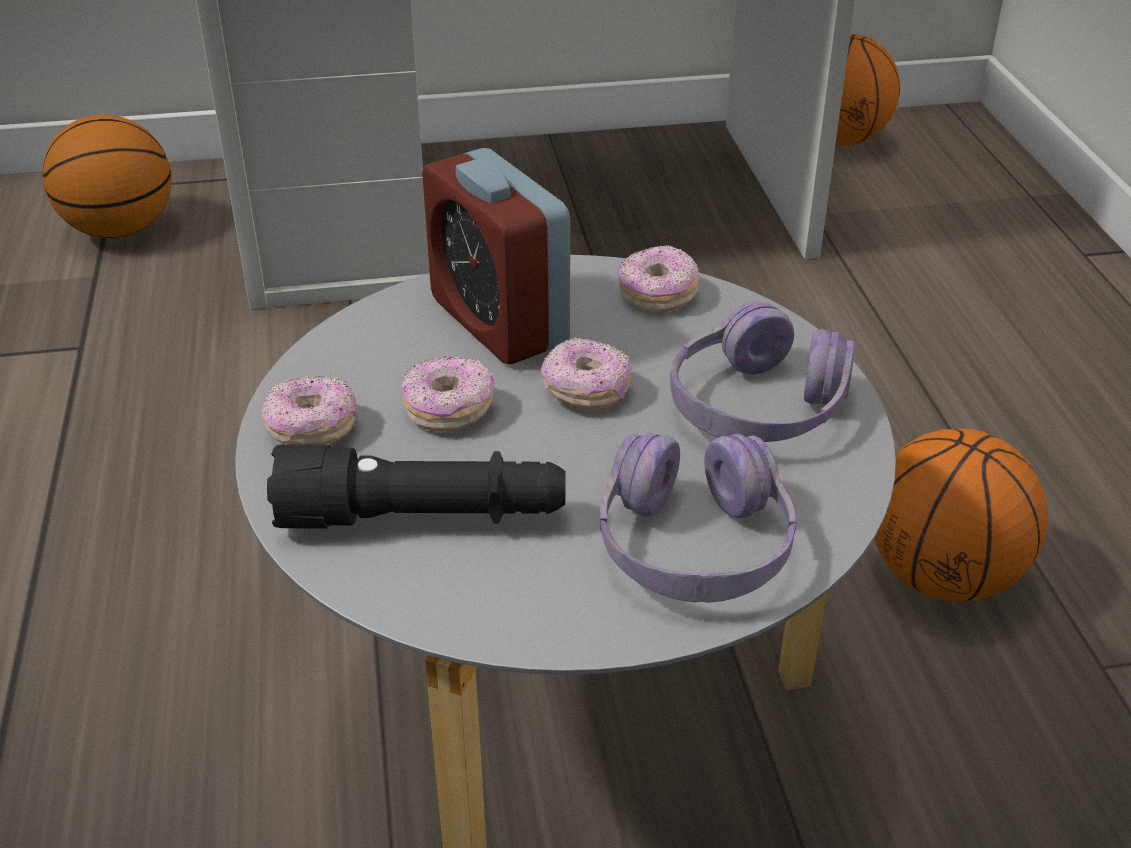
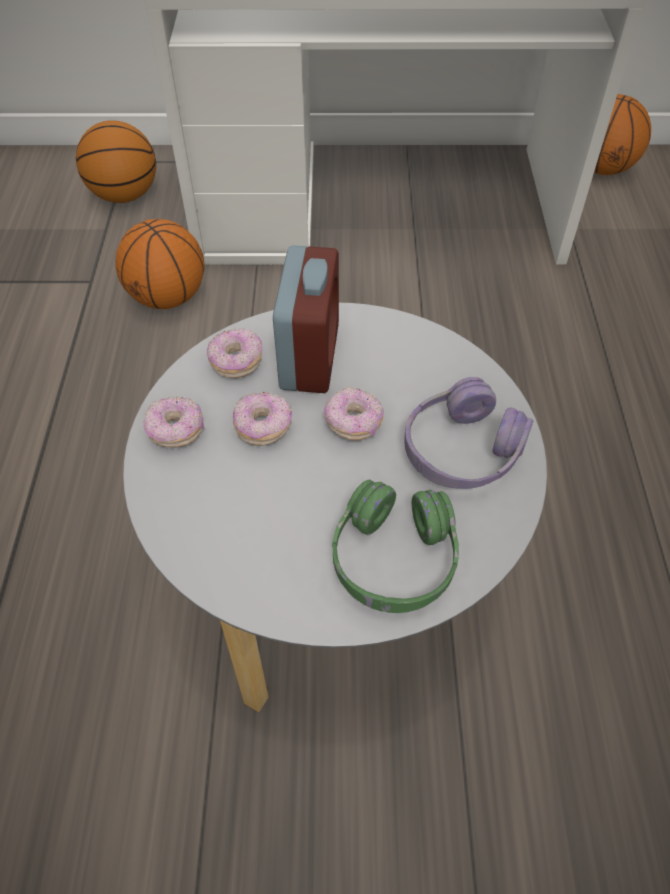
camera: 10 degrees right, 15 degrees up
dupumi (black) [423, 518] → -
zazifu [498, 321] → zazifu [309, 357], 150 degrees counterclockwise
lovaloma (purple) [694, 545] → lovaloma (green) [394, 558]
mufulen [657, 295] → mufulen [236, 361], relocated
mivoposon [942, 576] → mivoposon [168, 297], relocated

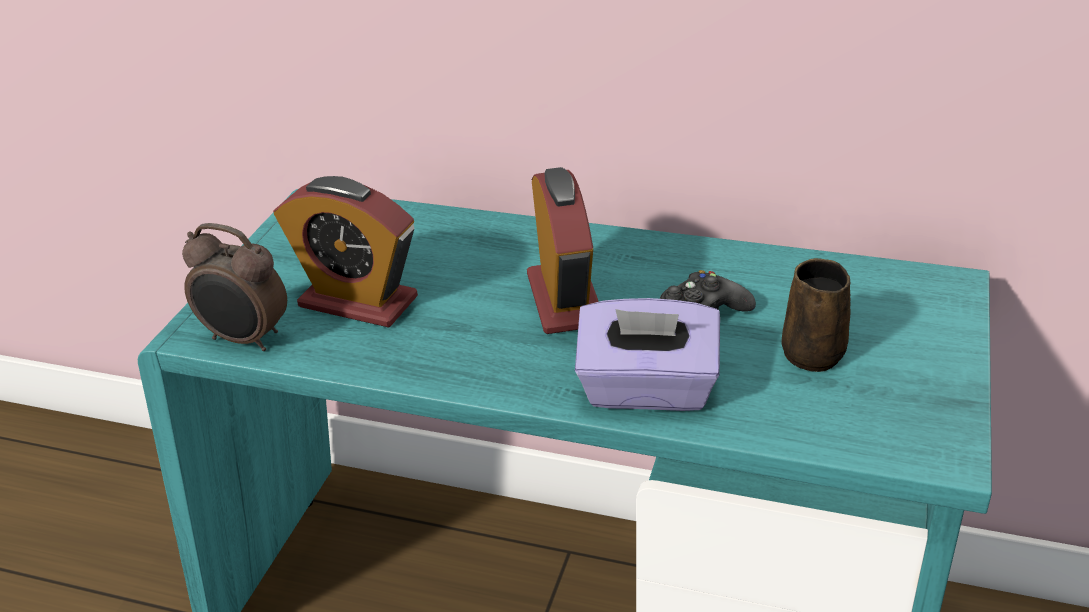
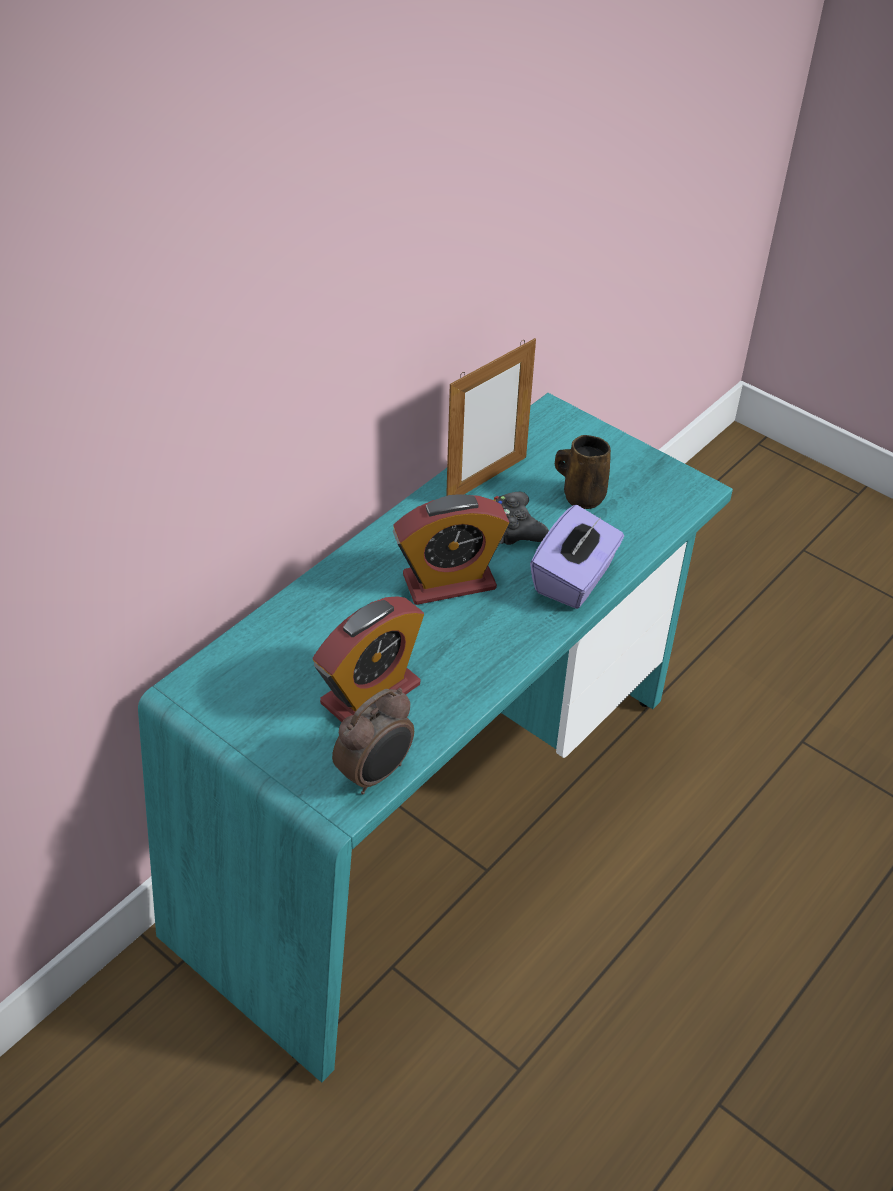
camera: 70 degrees left, 10 degrees up
zazifu [564, 300] → zazifu [449, 582], 150 degrees clockwise
- → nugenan [486, 479]

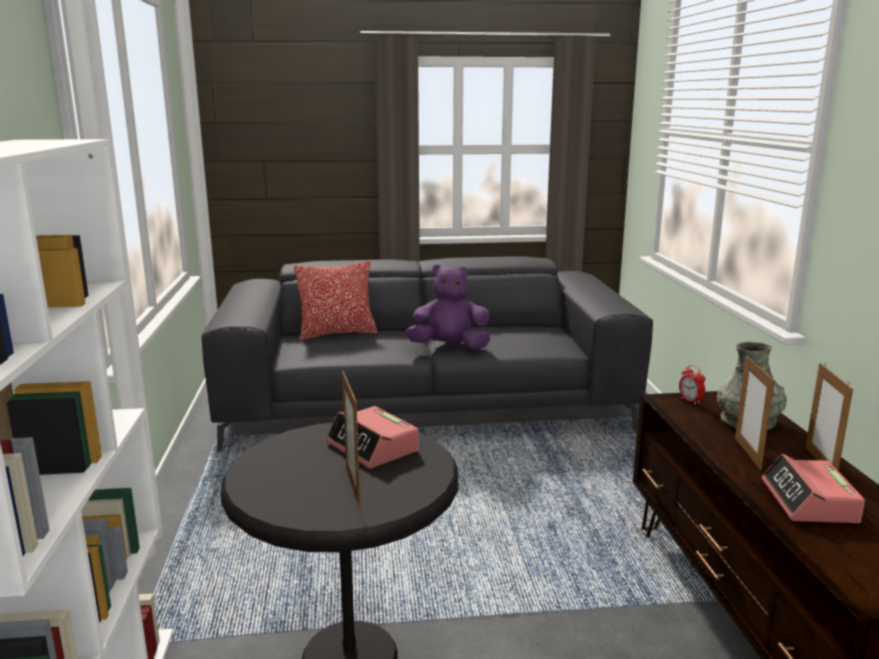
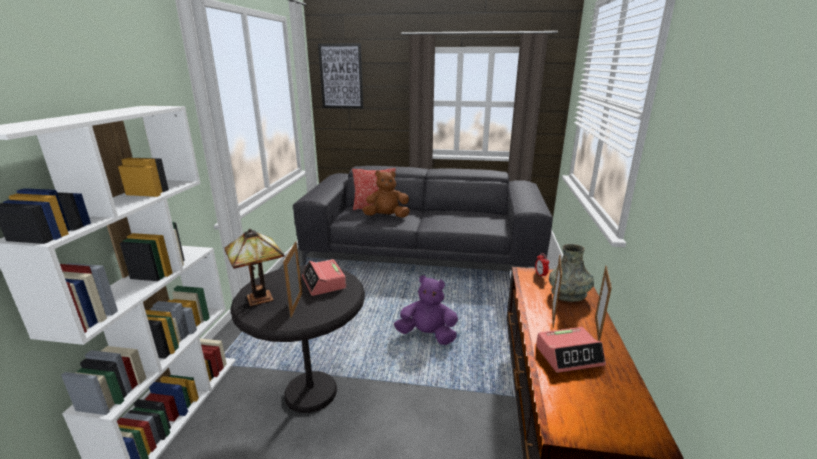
camera: 15 degrees right, 5 degrees up
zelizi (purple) [449, 347] → zelizi (purple) [427, 335], relocated
zazifu [809, 502] → zazifu [569, 355], 120 degrees counterclockwise
- → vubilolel [261, 297]
- → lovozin [341, 76]
- → zelizi (brown) [387, 216]

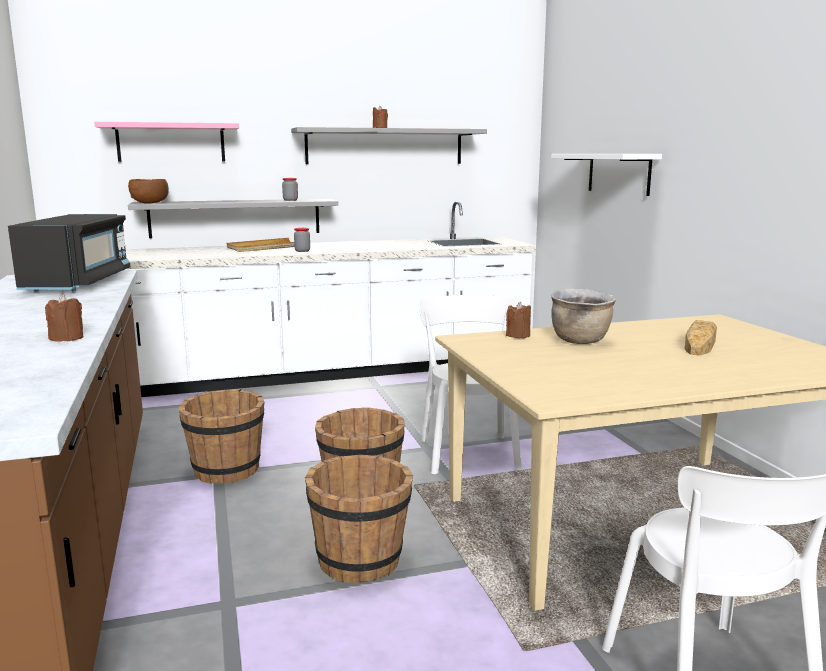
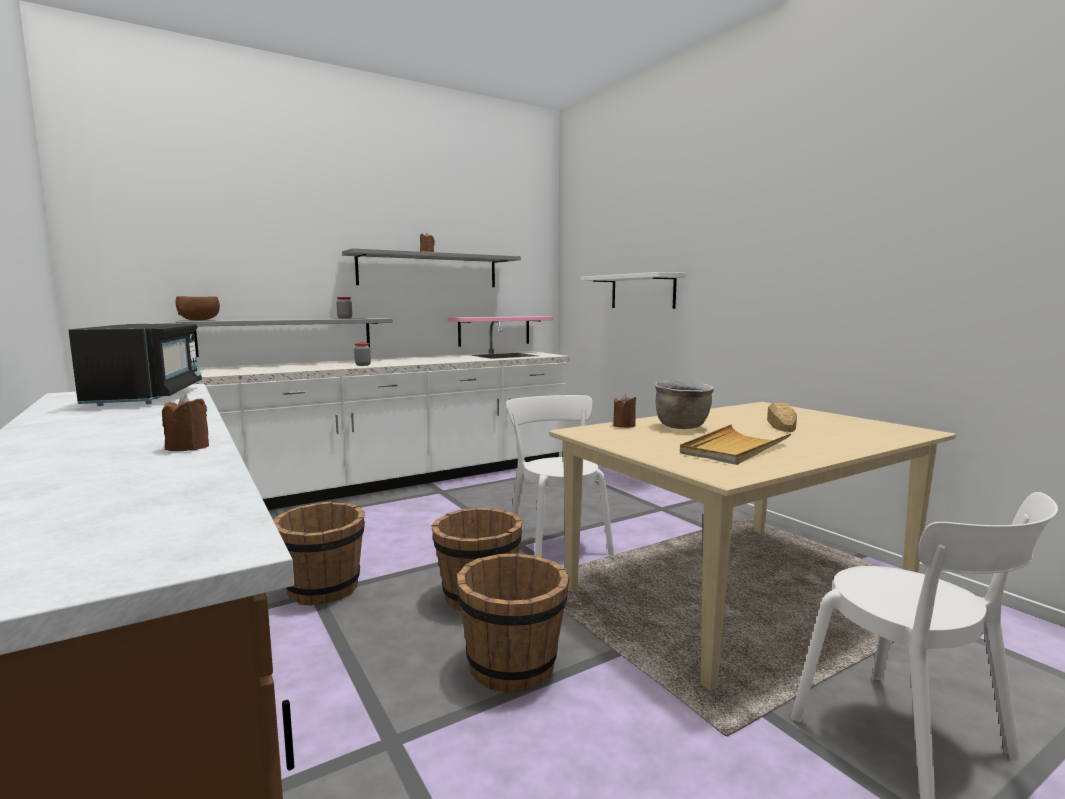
camera: 15 degrees left, 5 degrees down
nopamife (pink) [171, 142] → nopamife (pink) [494, 330], relocated
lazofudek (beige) [264, 248] → lazofudek (beige) [734, 449], relocated

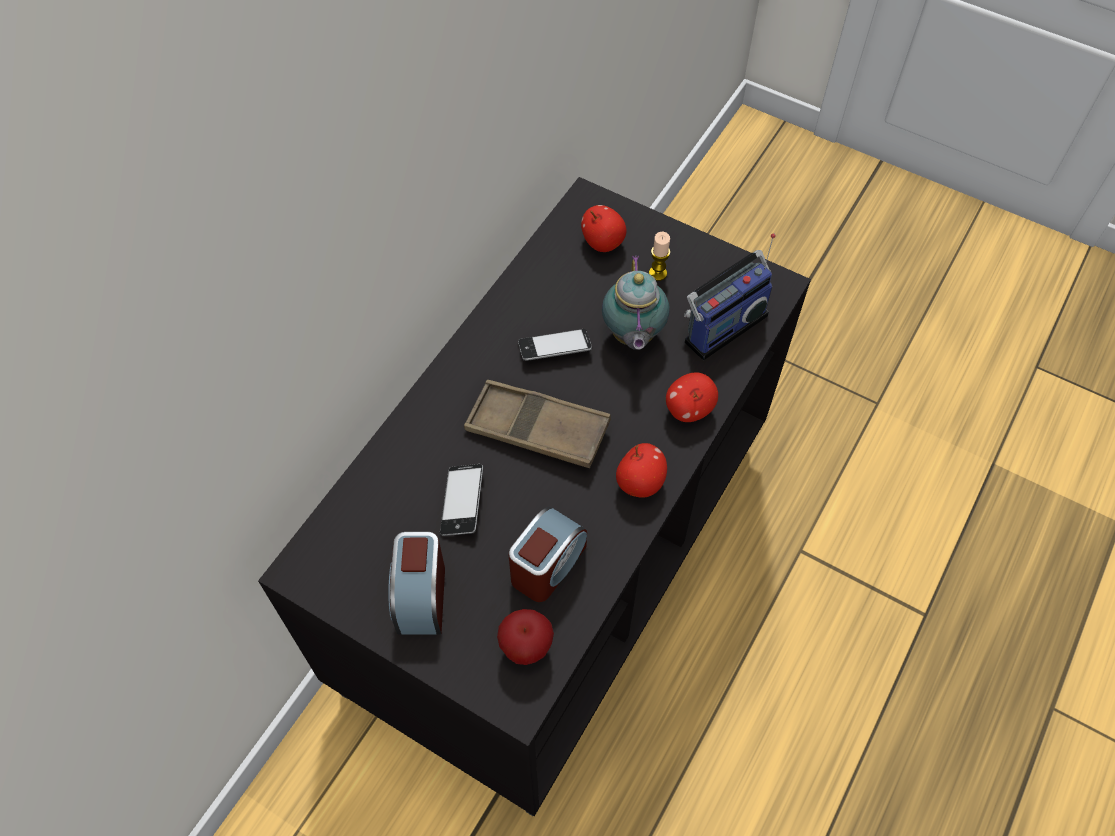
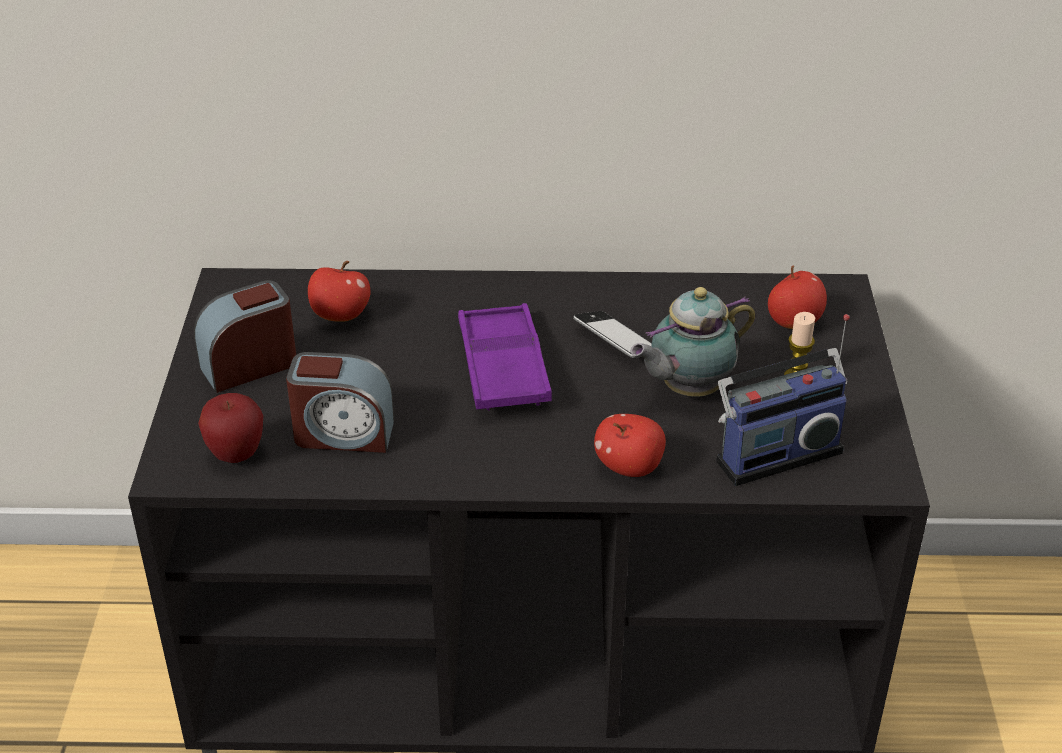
camera: 60 degrees right, 20 degrees down
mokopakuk [462, 502] → -
lazofudek (brown) [537, 429] → lazofudek (purple) [503, 366]
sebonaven [640, 482] → sebonaven [340, 316], relocated
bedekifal [722, 325] → bedekifal [775, 453], 45 degrees counterclockwise

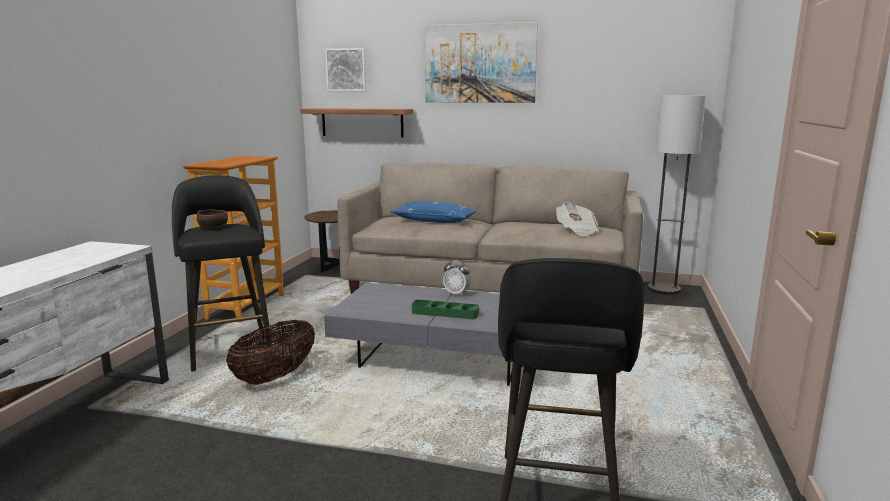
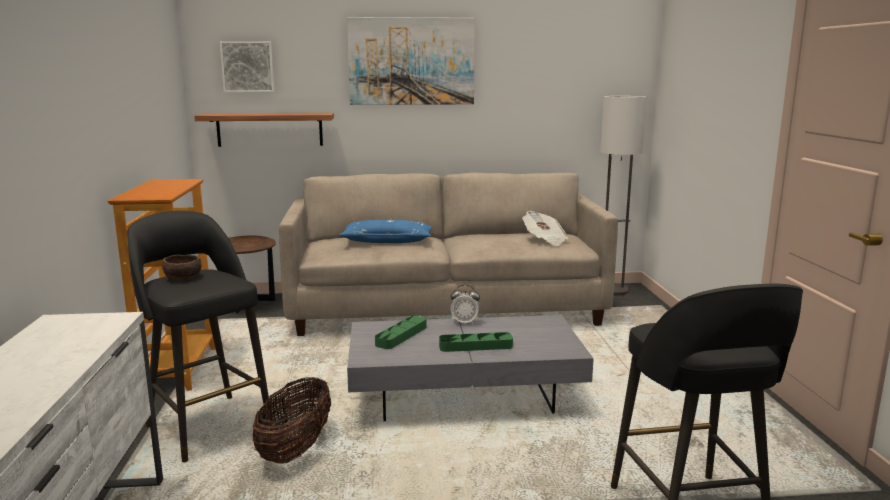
camera: 20 degrees left, 0 degrees up
- → lazofudek (green) [401, 336]

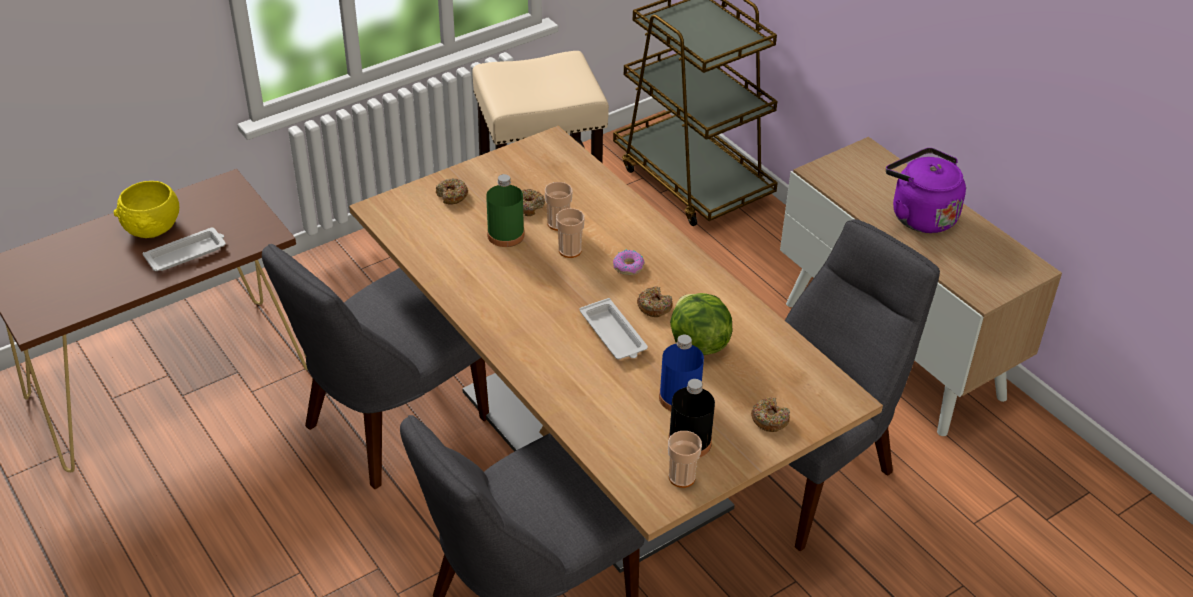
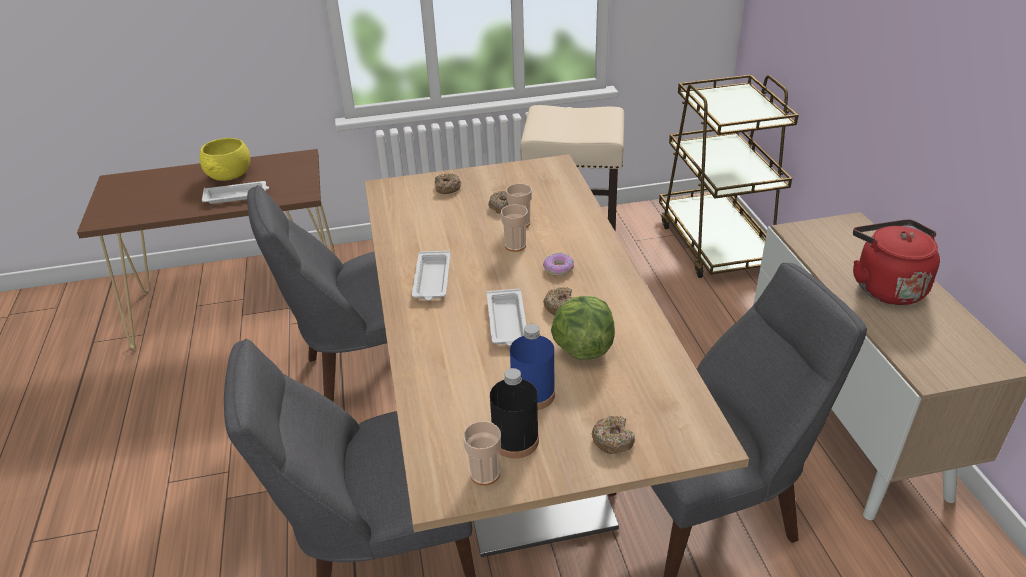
camera: 25 degrees right, 5 degrees down
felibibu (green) [505, 235] → -
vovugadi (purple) [919, 215] → vovugadi (red) [885, 286]
- → lazofudek (white) [432, 280]

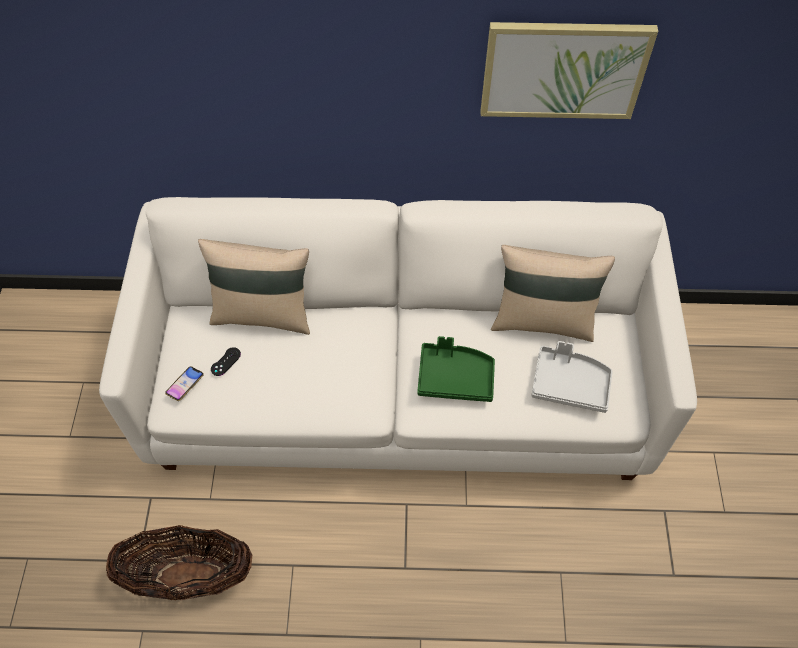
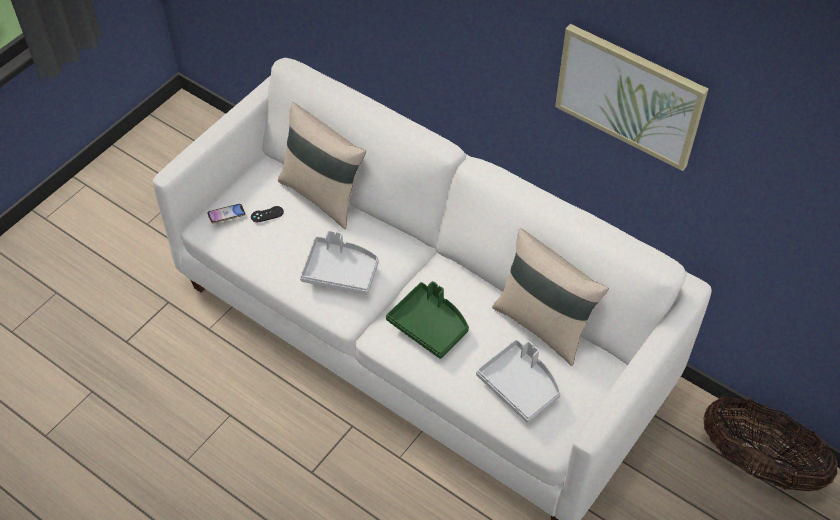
camera: 35 degrees right, 5 degrees down
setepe [189, 576] → setepe [758, 463], relocated
- → lazofudek (grey) [341, 271]

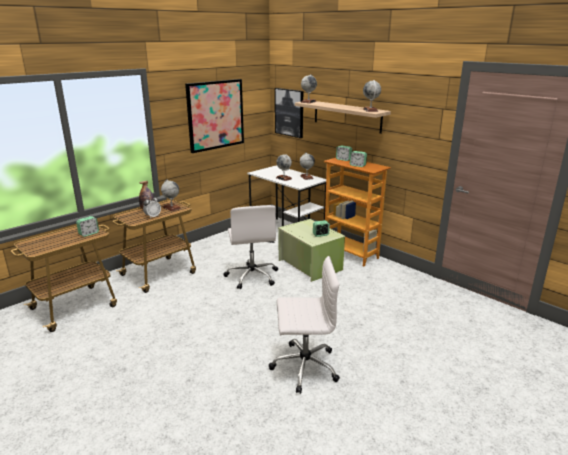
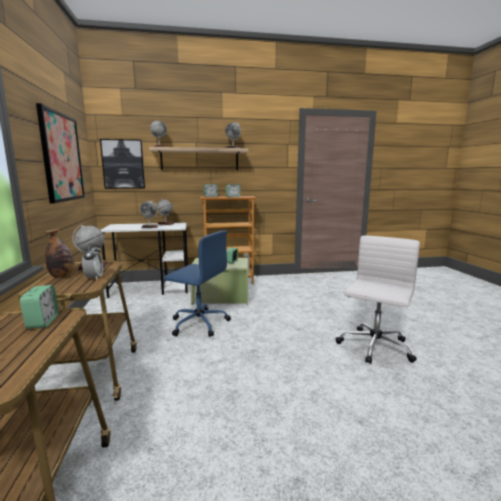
camera: 55 degrees left, 10 degrees down
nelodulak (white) [252, 276] → nelodulak (blue) [198, 323]

